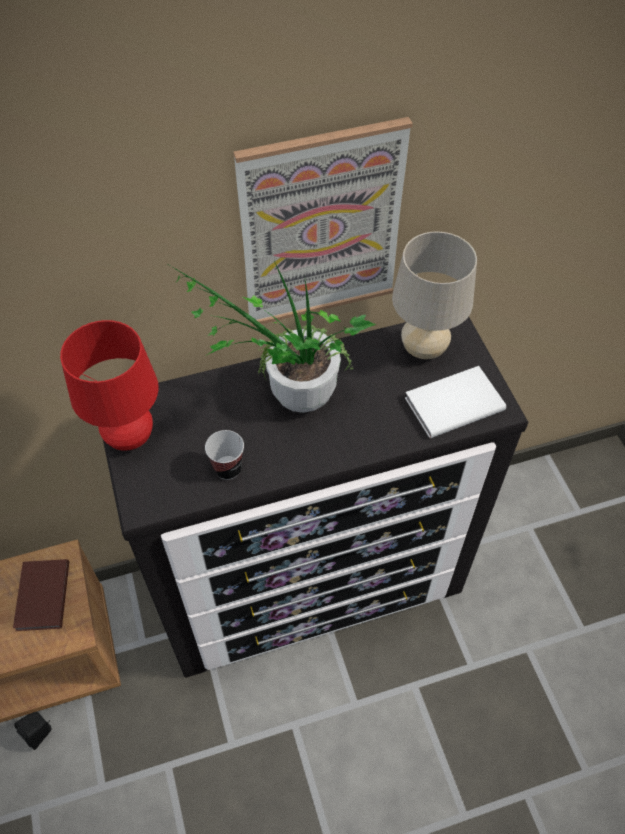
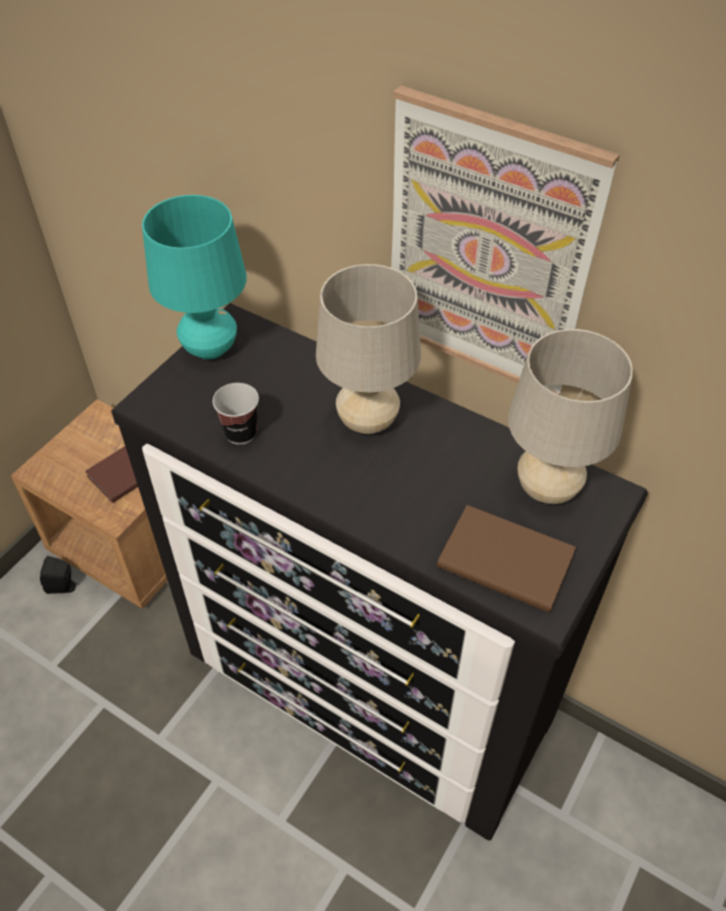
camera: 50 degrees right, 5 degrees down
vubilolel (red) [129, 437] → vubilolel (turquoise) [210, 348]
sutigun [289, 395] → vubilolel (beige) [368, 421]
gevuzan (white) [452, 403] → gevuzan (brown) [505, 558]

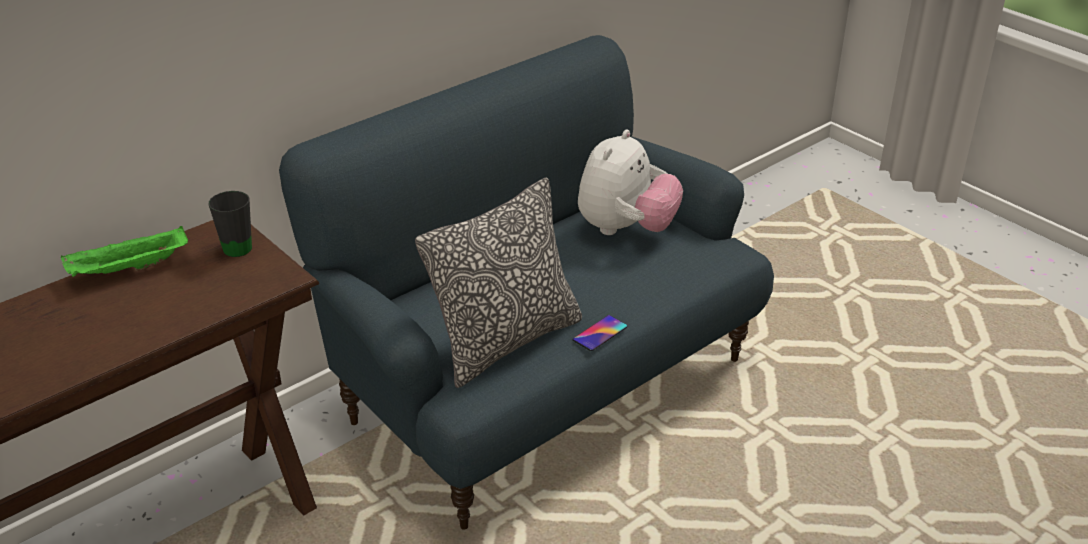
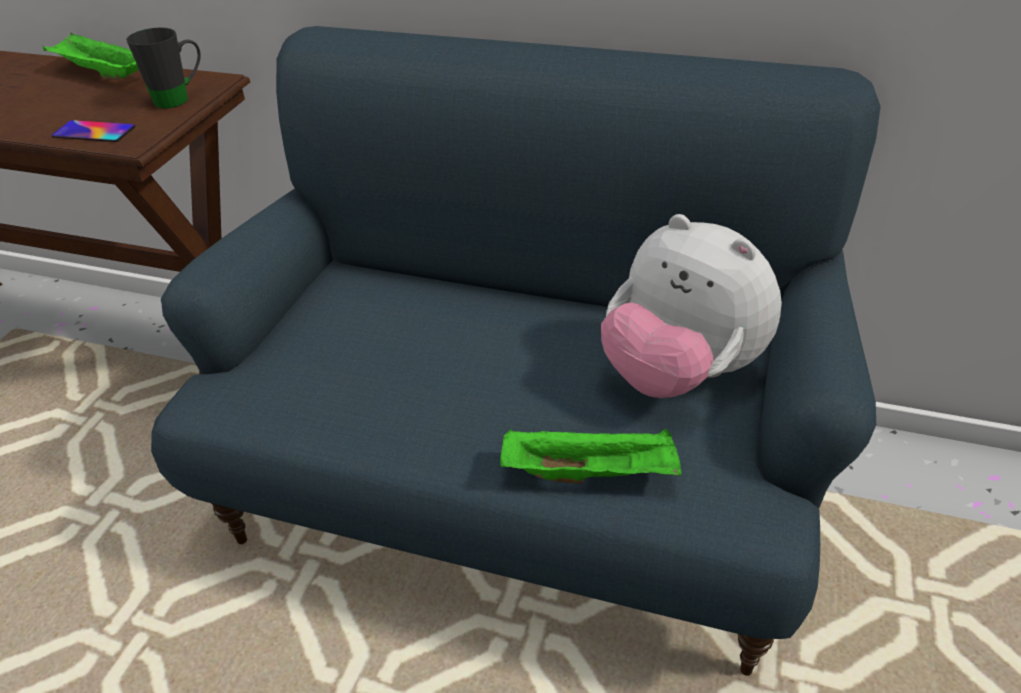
camera: 60 degrees right, 5 degrees up
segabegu [506, 341] → -
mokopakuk [600, 333] → mokopakuk [94, 132], relocated
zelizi [626, 229] → zelizi [680, 373], 45 degrees clockwise
- → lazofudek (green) [592, 473]

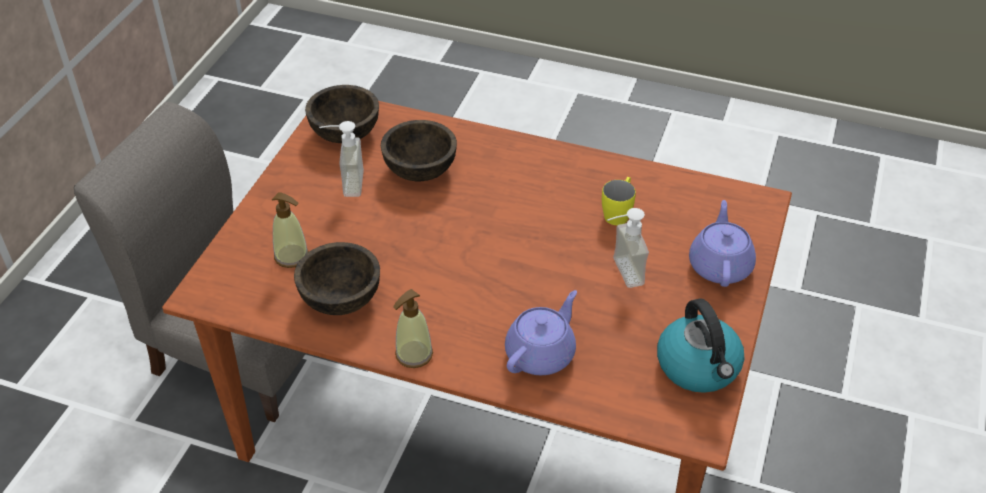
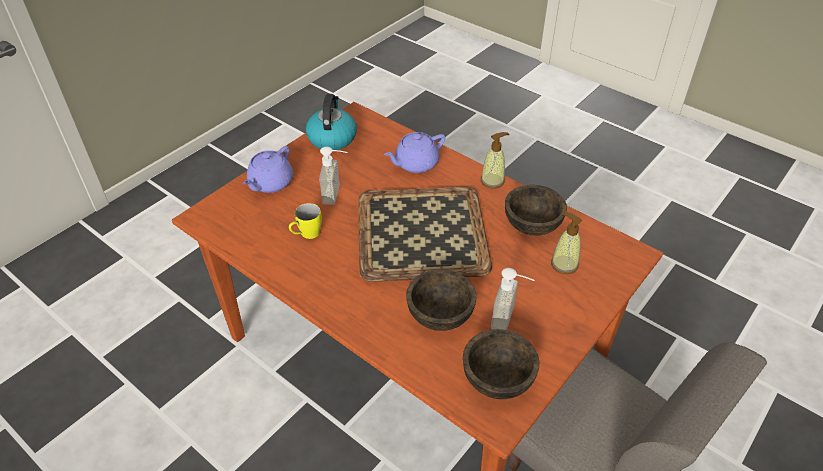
camera: 160 degrees left, 0 degrees up
- → lazofudek [420, 232]

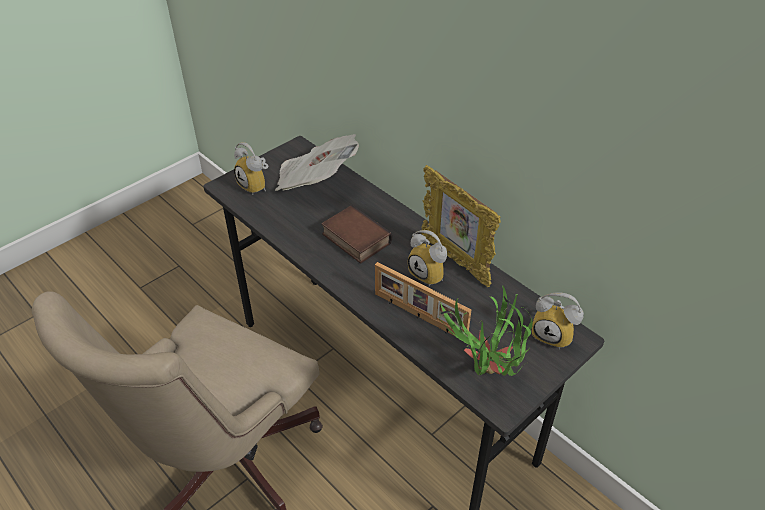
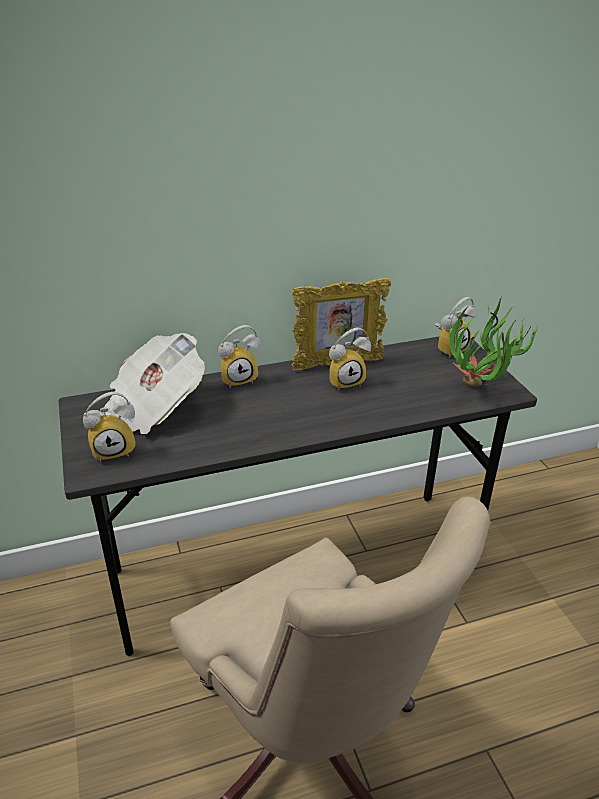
camera: 65 degrees left, 10 degrees down
gevuzan [354, 239] → -
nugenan [419, 317] → -
- → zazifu [239, 378]

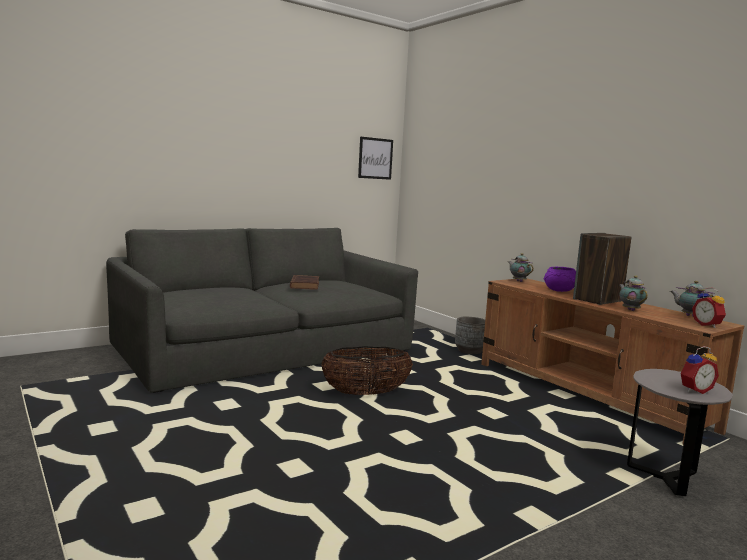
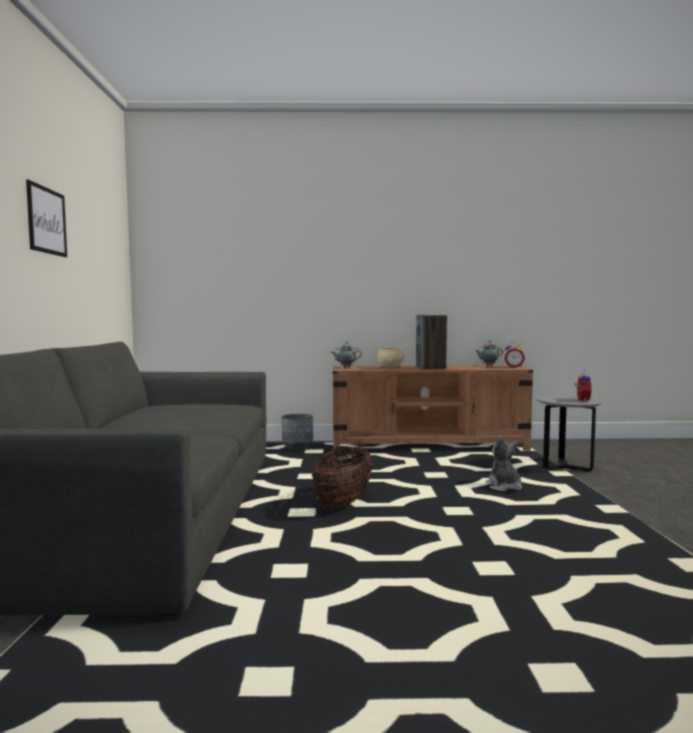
camera: 55 degrees left, 5 degrees down
gevuzan (brown) [304, 285] → -
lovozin [375, 158] → lovozin [46, 221], relocated
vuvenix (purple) [560, 290] → vuvenix (beige) [390, 367]
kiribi [630, 310] → -
- → zelizi [504, 487]

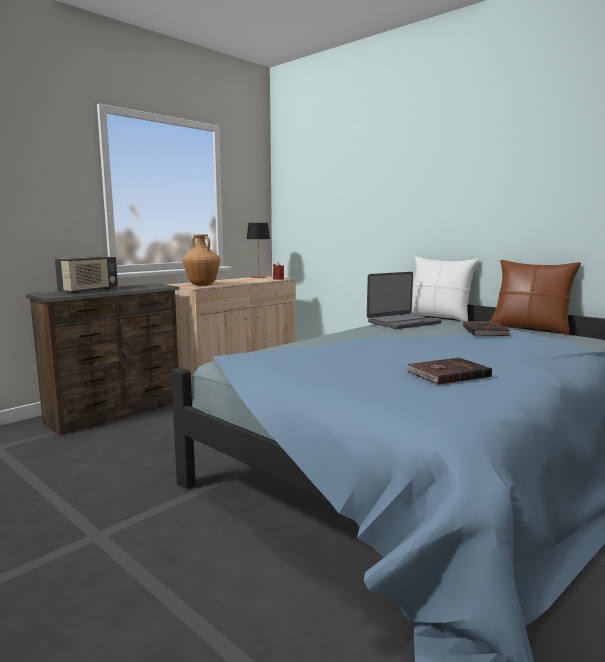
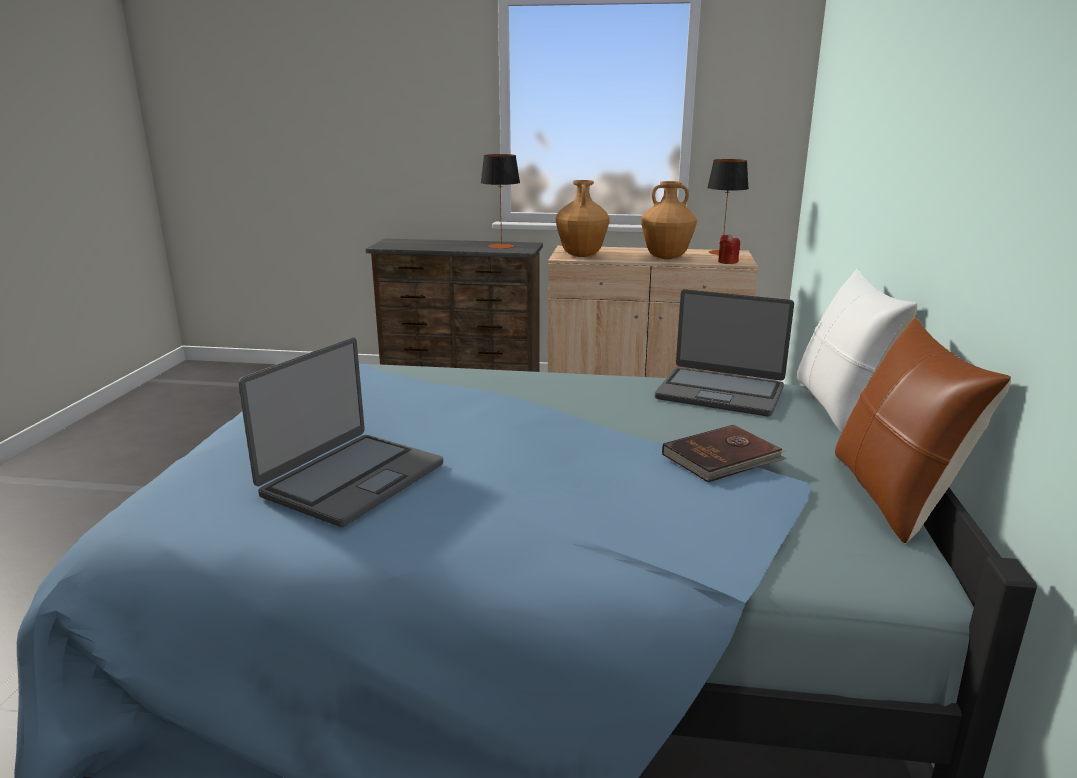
camera: 55 degrees right, 10 degrees up
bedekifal [89, 291] → -
gevuzan (brown) [447, 374] → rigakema [351, 479]
- → vubilolel [501, 246]
- → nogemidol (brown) [666, 257]

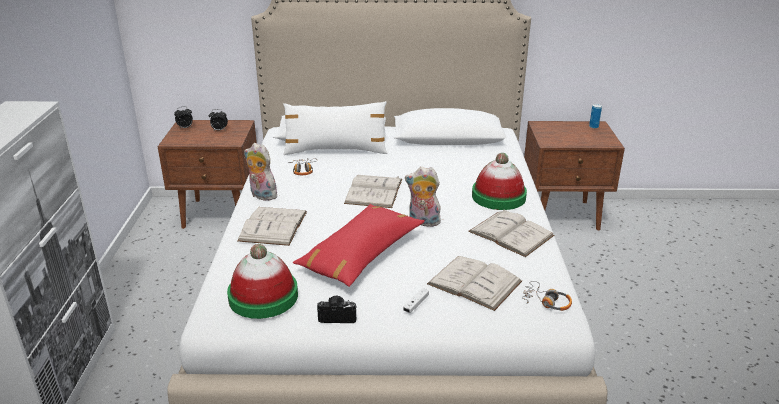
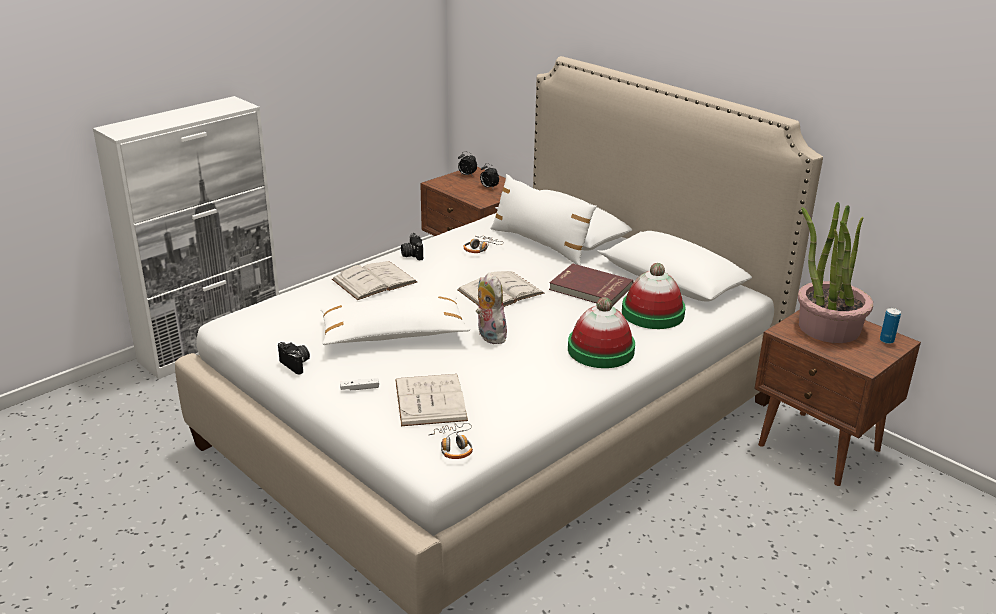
camera: 45 degrees right, 0 degrees up
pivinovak [263, 296] → pivinovak [652, 313], relocated
zelizi [261, 196] → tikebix [412, 254]
segabegu (red) [361, 254] → segabegu (white) [393, 333]
gevuzan (white) [511, 233] → -
- → gevuzan (red) [590, 288]
- → sutigun [828, 327]

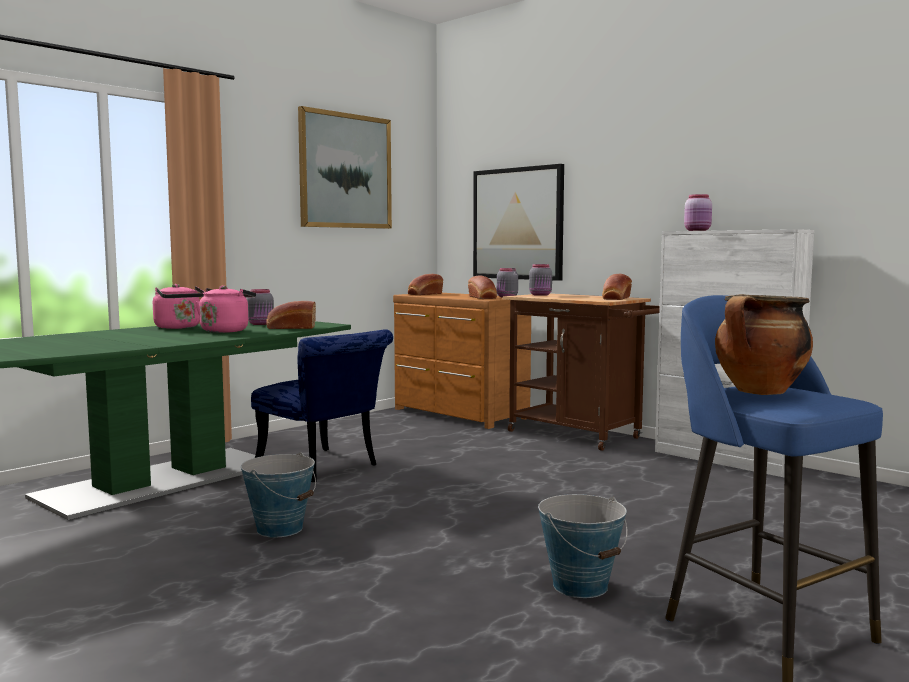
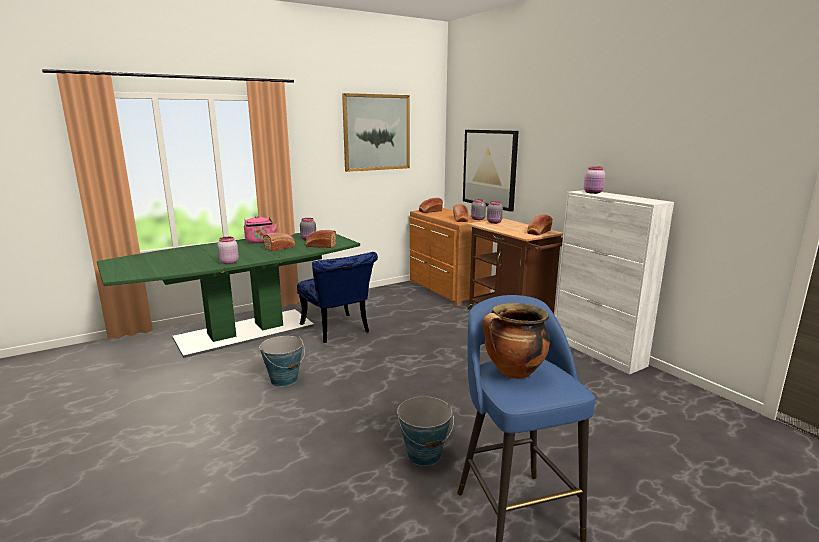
camera: 15 degrees right, 10 degrees up
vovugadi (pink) [226, 331] → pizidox [280, 248]
- → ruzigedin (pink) [228, 262]

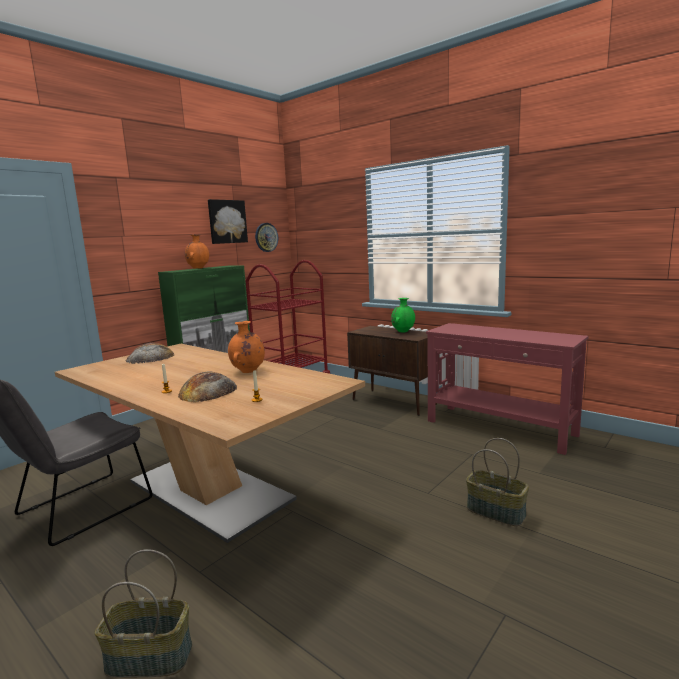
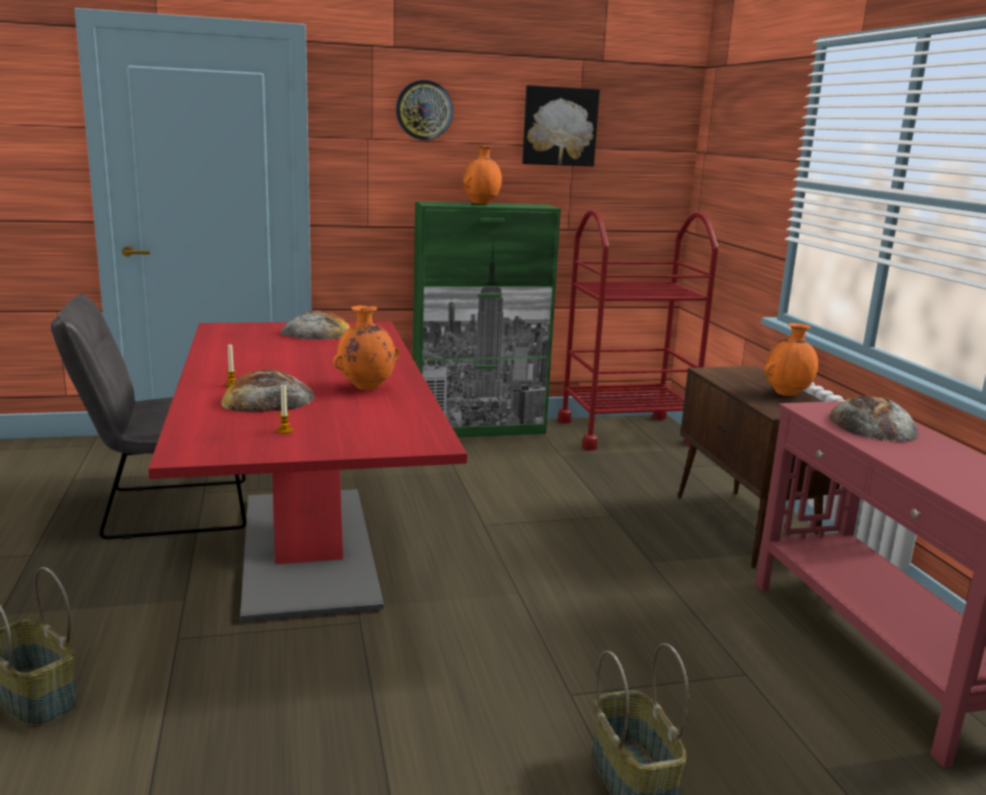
camera: 35 degrees right, 5 degrees up
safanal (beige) [209, 491] → safanal (red) [308, 549]
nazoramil [266, 237] → nazoramil [424, 110], relocated
nogemidol (green) [403, 331] → nogemidol (orange) [787, 394]
- → pizidox [872, 425]

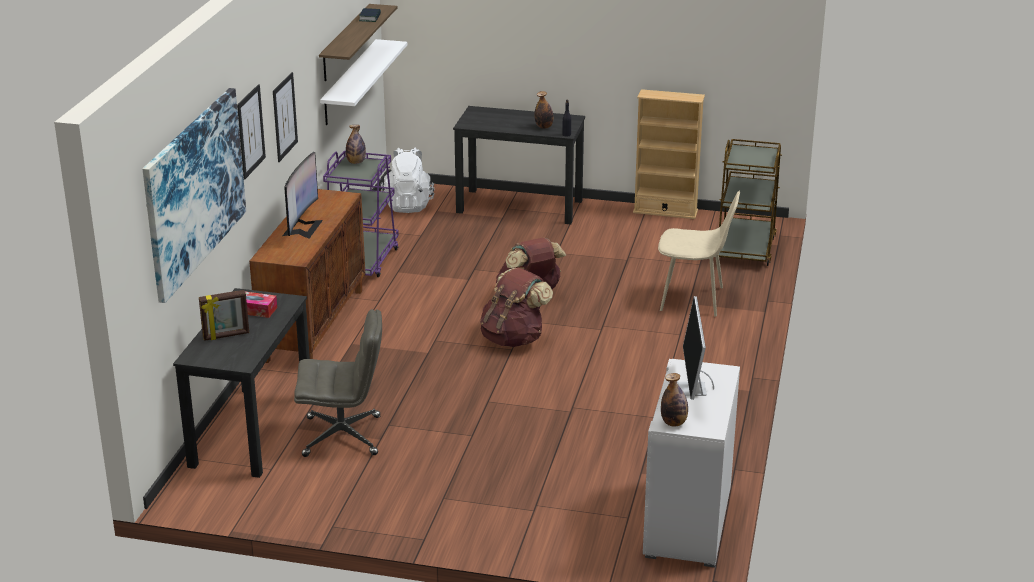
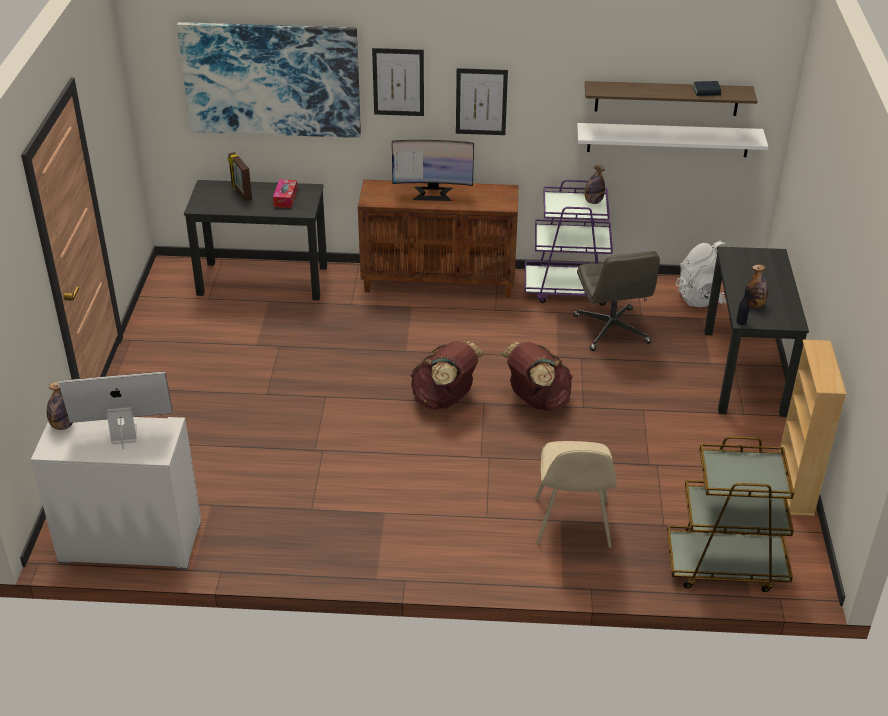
camera: 80 degrees right, 10 degrees up
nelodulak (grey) [343, 436] → nelodulak (grey) [612, 330], relocated

